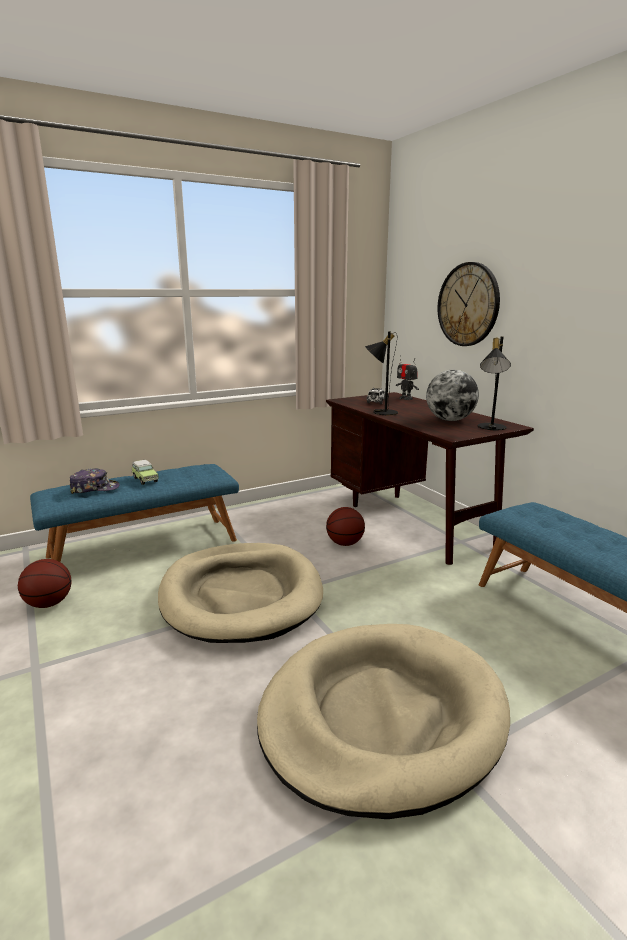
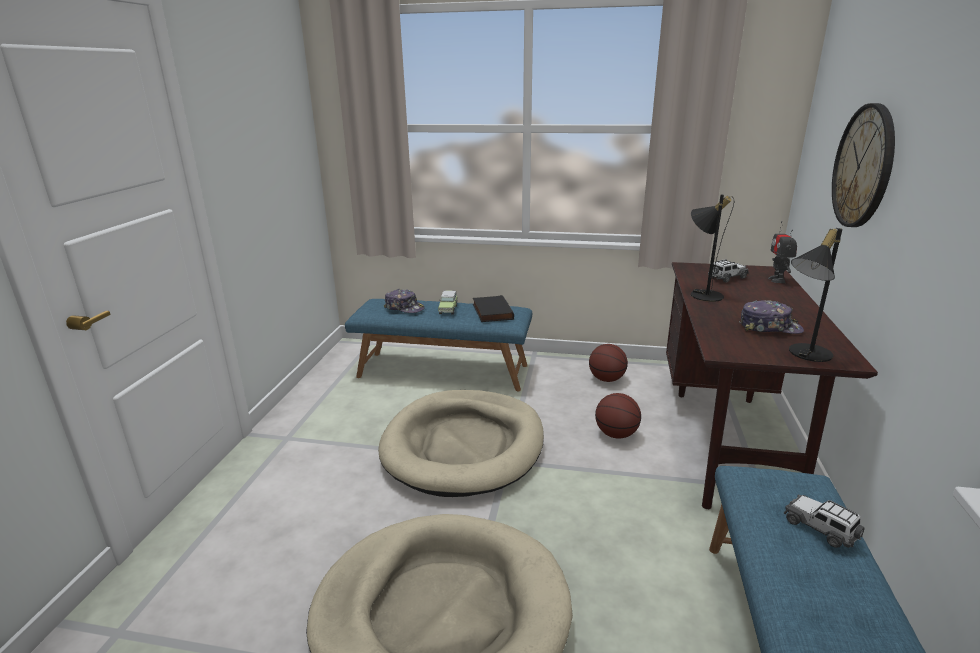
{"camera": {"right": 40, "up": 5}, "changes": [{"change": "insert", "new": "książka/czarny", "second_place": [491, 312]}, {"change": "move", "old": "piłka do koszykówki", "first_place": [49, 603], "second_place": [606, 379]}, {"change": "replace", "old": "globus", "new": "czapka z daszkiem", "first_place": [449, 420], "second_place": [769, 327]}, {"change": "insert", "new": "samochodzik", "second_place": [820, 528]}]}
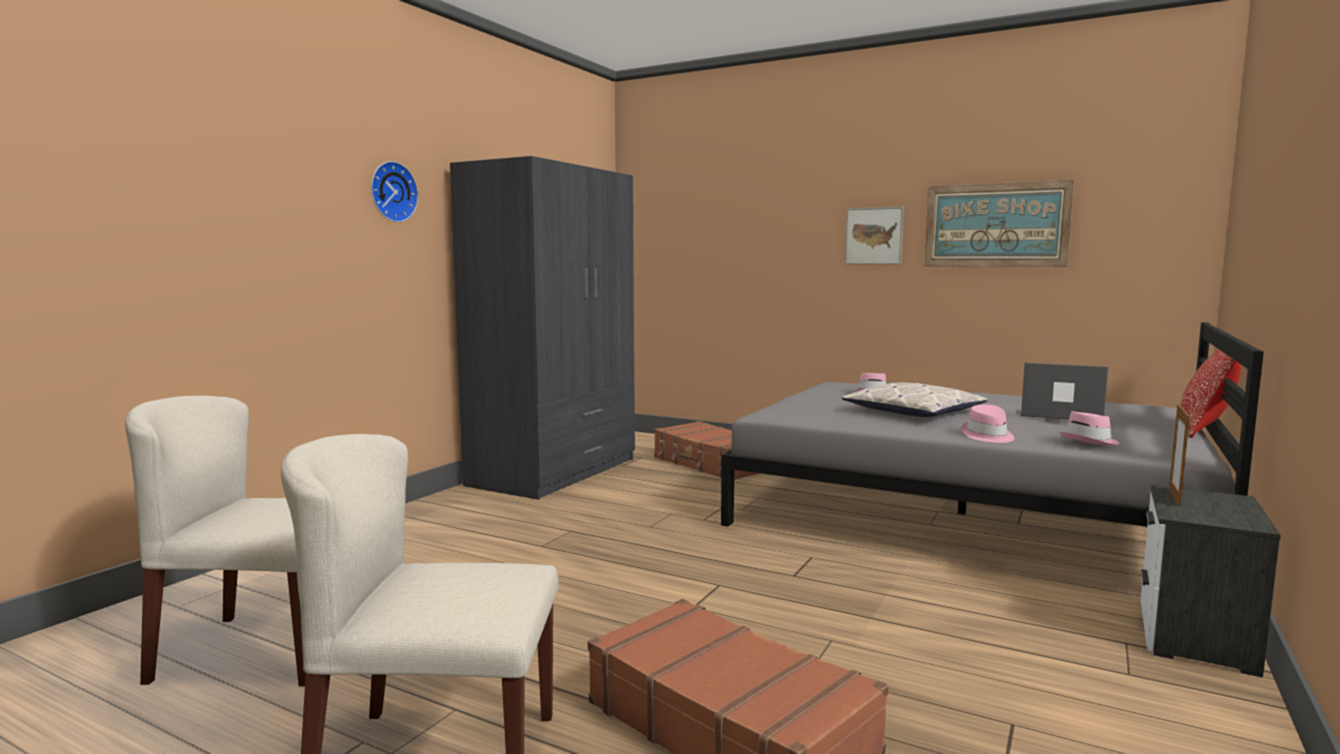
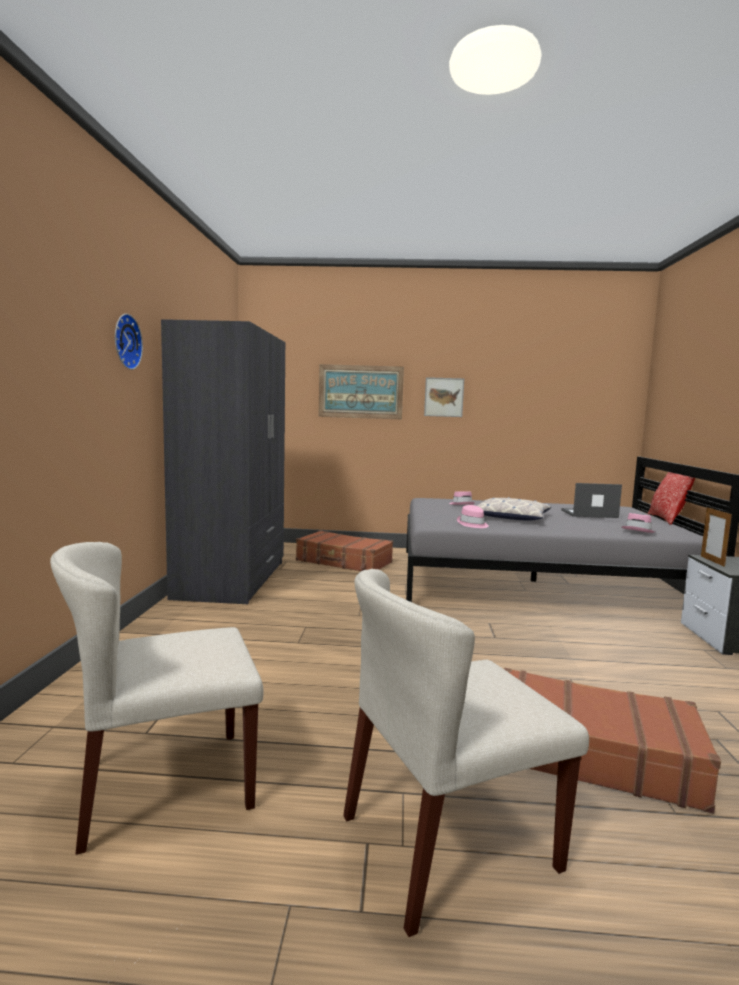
{"camera": {"right": -25, "up": 0}, "changes": [{"change": "move", "old": "obraz", "first_place": [995, 225], "second_place": [360, 392]}, {"change": "move", "old": "kapelusz/różowy", "first_place": [987, 436], "second_place": [472, 524]}]}
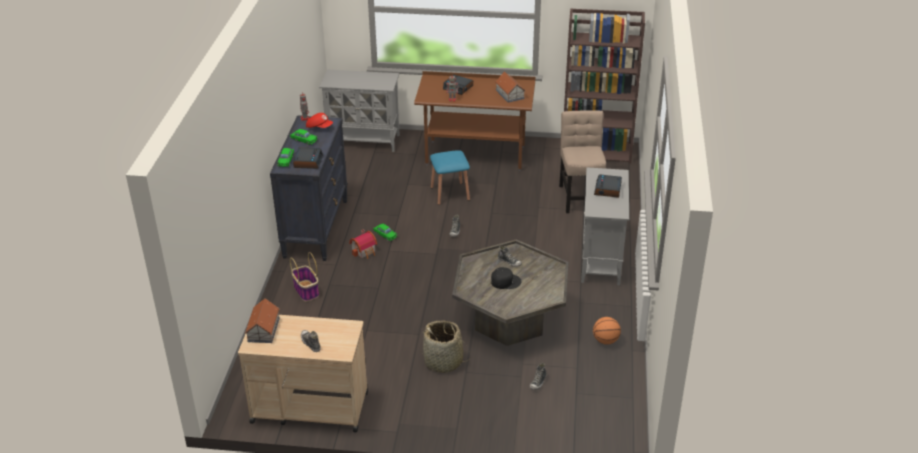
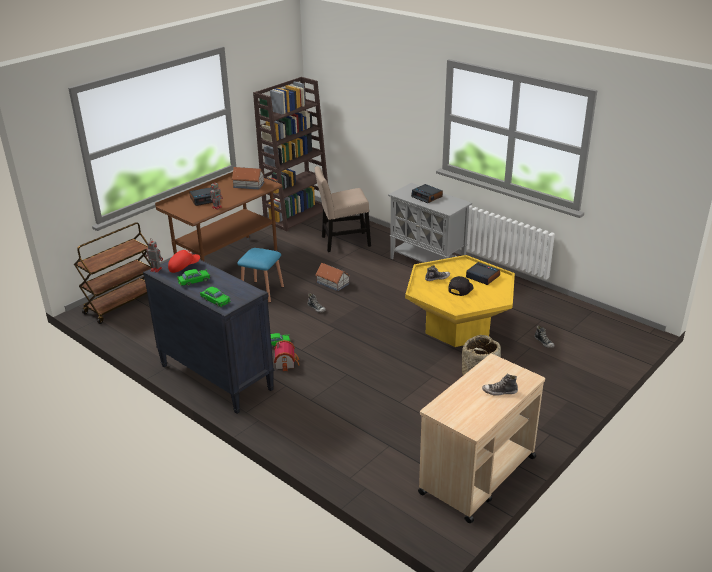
{"camera": {"right": -55, "up": -5}, "changes": [{"change": "replace", "old": "szafka/szary", "new": "wózek/brązowy", "first_place": [364, 141], "second_place": [122, 304]}, {"change": "rotate", "old": "krzesło/beżowy", "first_place": [580, 196], "second_place": [343, 242], "degrees": -45}, {"change": "move", "old": "domek", "first_place": [264, 329], "second_place": [332, 282]}, {"change": "recolor", "old": "ława/szary", "new": "ława/żółty", "first_place": [509, 320], "second_place": [458, 327]}, {"change": "move", "old": "budzik", "first_place": [308, 161], "second_place": [482, 277]}, {"change": "delete", "old": "koszyk", "first_place": [306, 291]}, {"change": "delete", "old": "piłka do koszykówki", "first_place": [605, 341]}]}
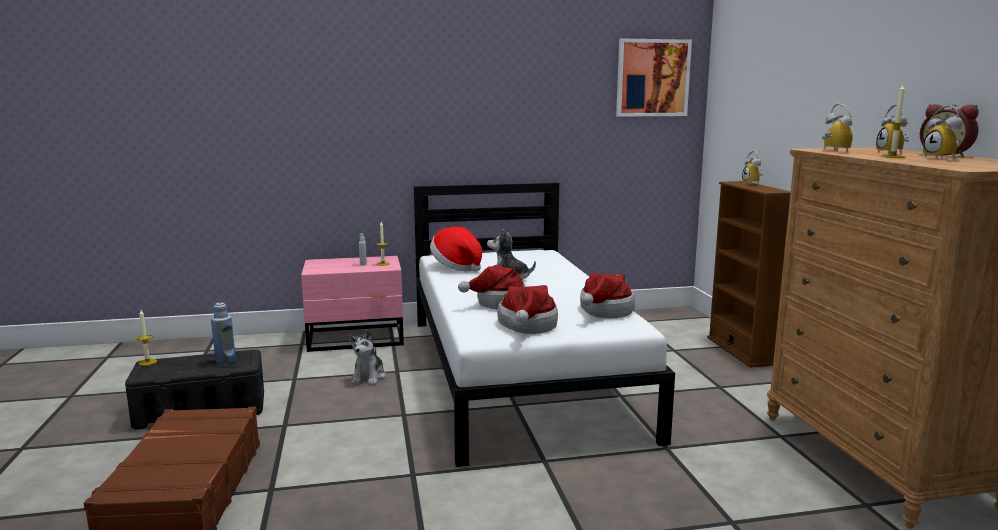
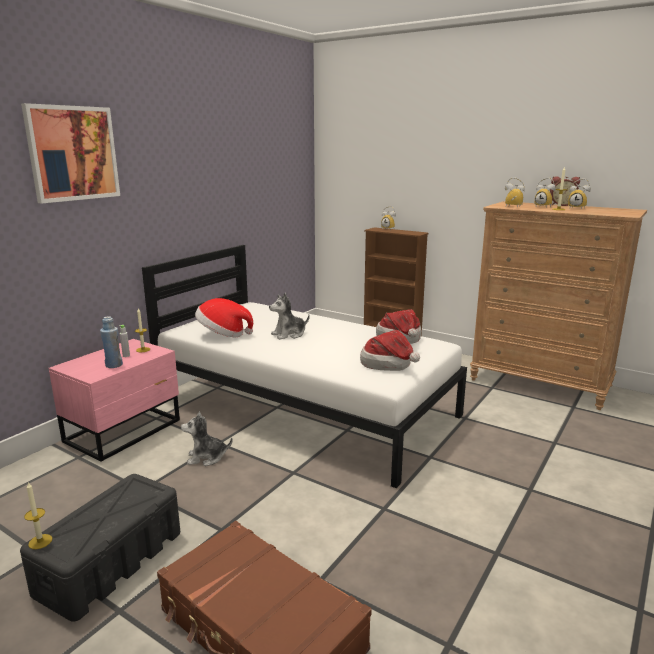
{"camera": {"right": -45, "up": 5}, "changes": [{"change": "move", "old": "obraz", "first_place": [652, 78], "second_place": [73, 153]}, {"change": "move", "old": "butelka/niebieski", "first_place": [225, 360], "second_place": [114, 365]}, {"change": "rotate", "old": "pluszak", "first_place": [369, 377], "second_place": [206, 457], "degrees": 120}, {"change": "delete", "old": "kapelusz", "first_place": [498, 302]}]}
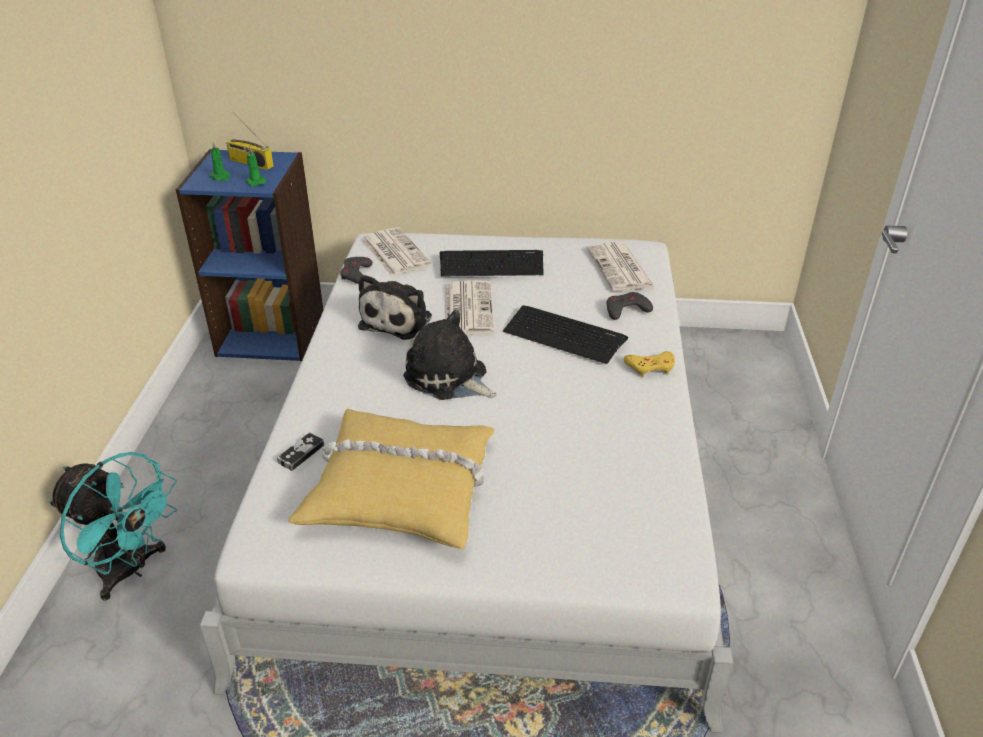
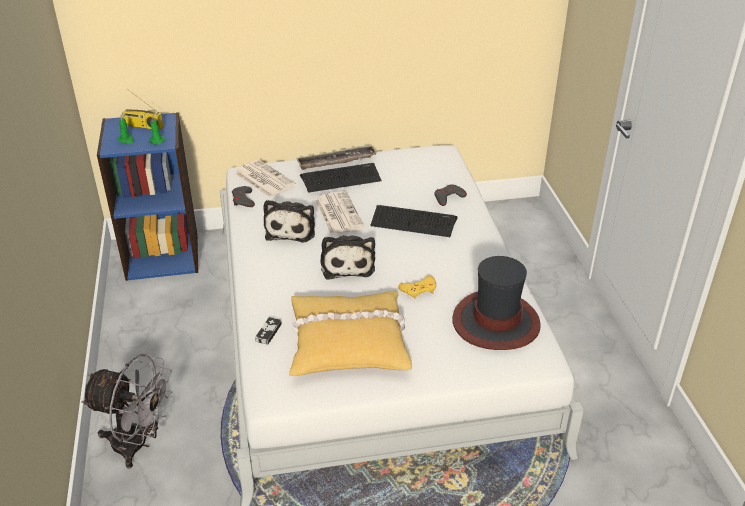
{"camera": {"right": -15, "up": 0}, "changes": [{"change": "recolor", "old": "wentylator/turkusowy", "new": "wentylator/szary", "first_place": [130, 570], "second_place": [138, 444]}, {"change": "insert", "new": "taca", "second_place": [336, 161]}, {"change": "rotate", "old": "pluszak", "first_place": [449, 378], "second_place": [347, 264], "degrees": -120}, {"change": "move", "old": "pad do gier/żółty", "first_place": [650, 367], "second_place": [419, 290]}, {"change": "insert", "new": "kapelusz", "second_place": [495, 322]}, {"change": "delete", "old": "gazeta", "first_place": [620, 268]}]}
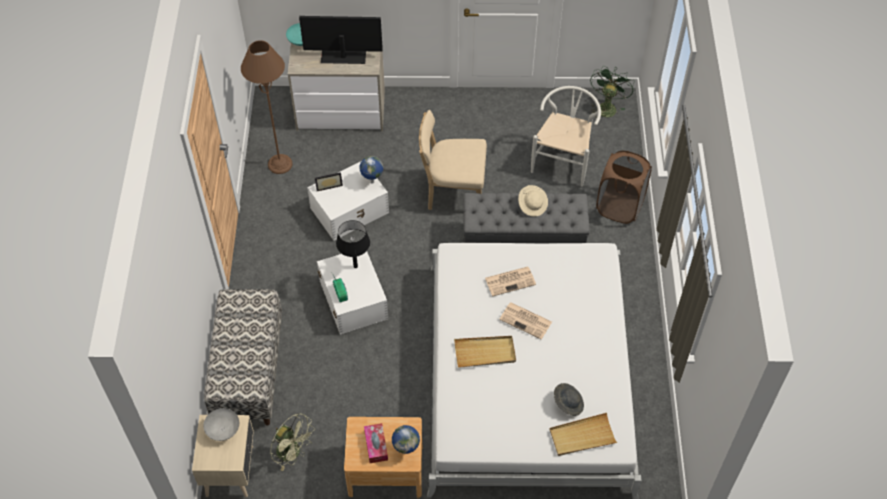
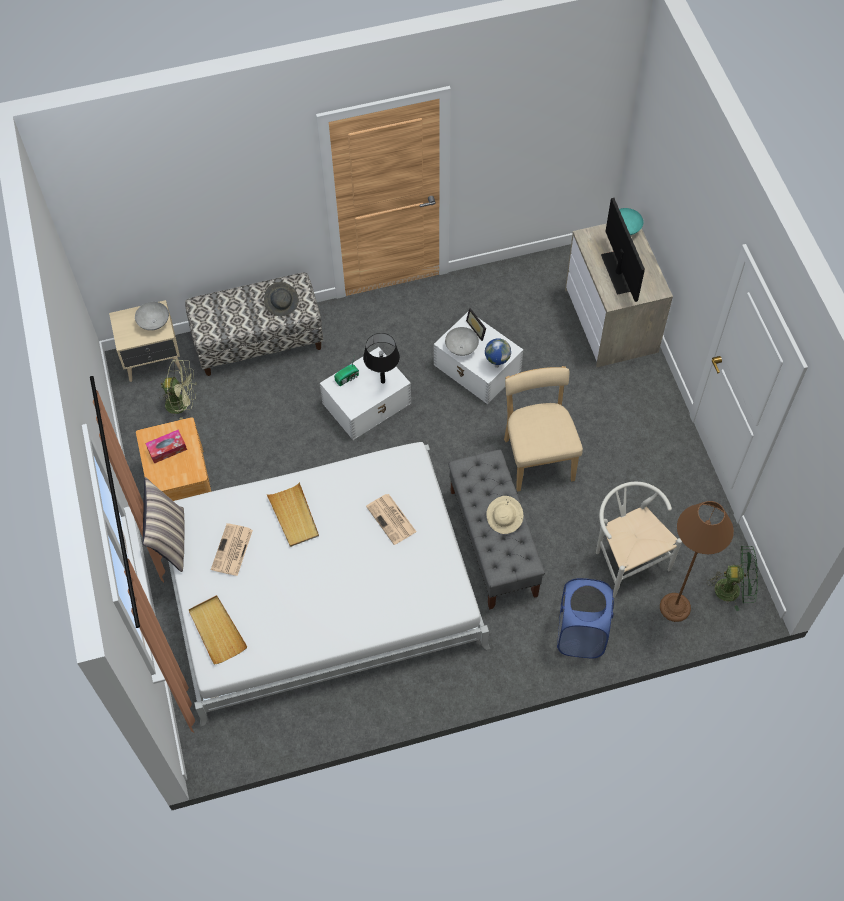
{"camera": {"right": 75, "up": 5}, "changes": [{"change": "insert", "new": "poduszka", "second_place": [170, 540]}, {"change": "rotate", "old": "wentylator/zielony", "first_place": [293, 453], "second_place": [182, 403], "degrees": -105}, {"change": "move", "old": "gazeta", "first_place": [526, 321], "second_place": [232, 550]}, {"change": "move", "old": "kapelusz/szary", "first_place": [568, 403], "second_place": [282, 304]}, {"change": "insert", "new": "miska/szary", "second_place": [462, 348]}, {"change": "recolor", "old": "kosz na pranie/brązowy", "new": "kosz na pranie/niebieski", "first_place": [619, 207], "second_place": [580, 634]}, {"change": "rotate", "old": "krzesło/biały", "first_place": [563, 161], "second_place": [626, 559], "degrees": -120}, {"change": "move", "old": "lampa stojąca/brązowy", "first_place": [280, 164], "second_place": [675, 607]}, {"change": "delete", "old": "globus", "first_place": [406, 450]}]}
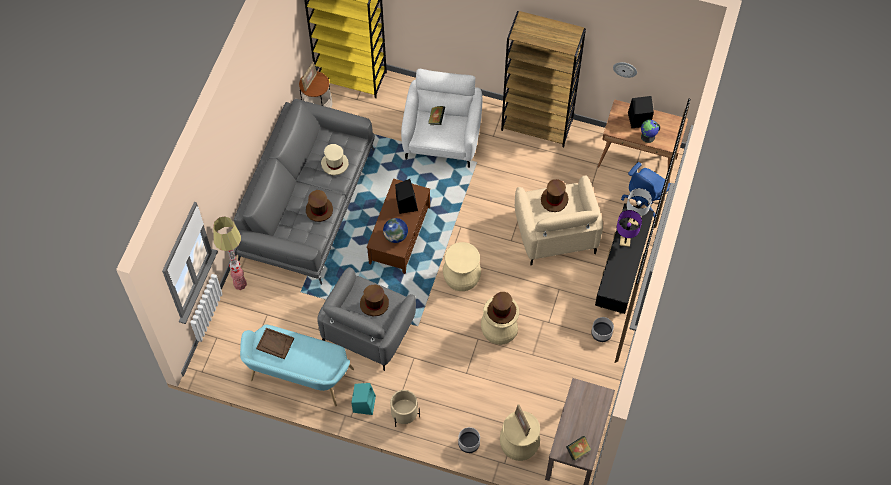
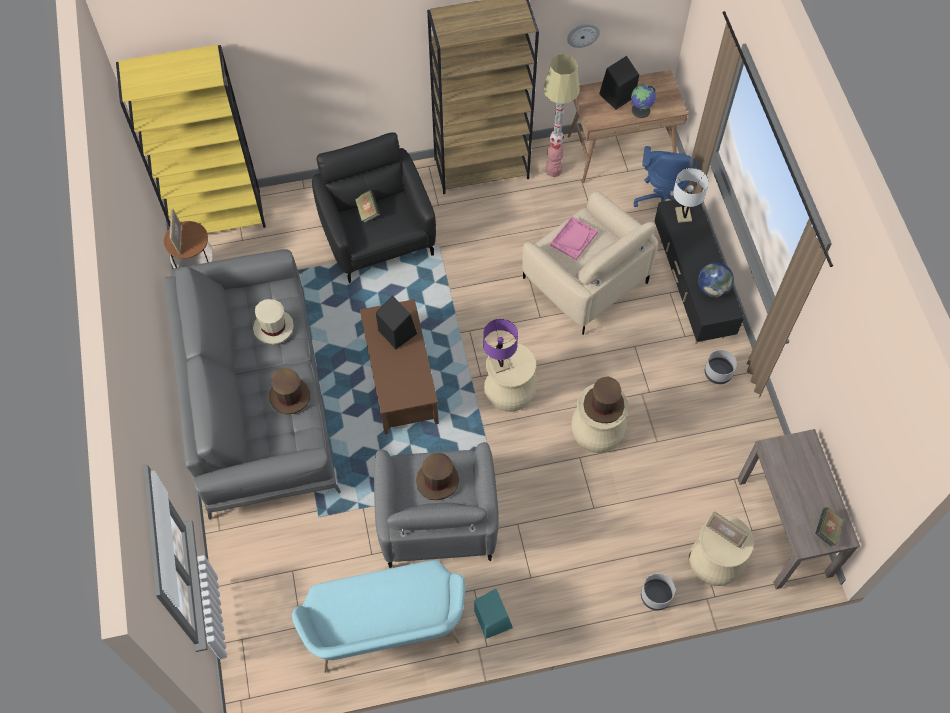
{"camera": {"right": -30, "up": 0}, "changes": [{"change": "recolor", "old": "fotel/biały", "new": "fotel/czarny", "first_place": [442, 138], "second_place": [378, 236]}, {"change": "move", "old": "lampa stołowa/fioletowy", "first_place": [625, 240], "second_place": [499, 363]}, {"change": "move", "old": "lampa stojąca", "first_place": [240, 284], "second_place": [553, 170]}, {"change": "replace", "old": "kapelusz/brązowy", "new": "taca/różowy", "first_place": [554, 199], "second_place": [573, 239]}, {"change": "move", "old": "globus", "first_place": [396, 236], "second_place": [713, 289]}, {"change": "delete", "old": "taca/brązowy", "first_place": [275, 344]}, {"change": "delete", "old": "donica/beżowy", "first_place": [404, 415]}]}
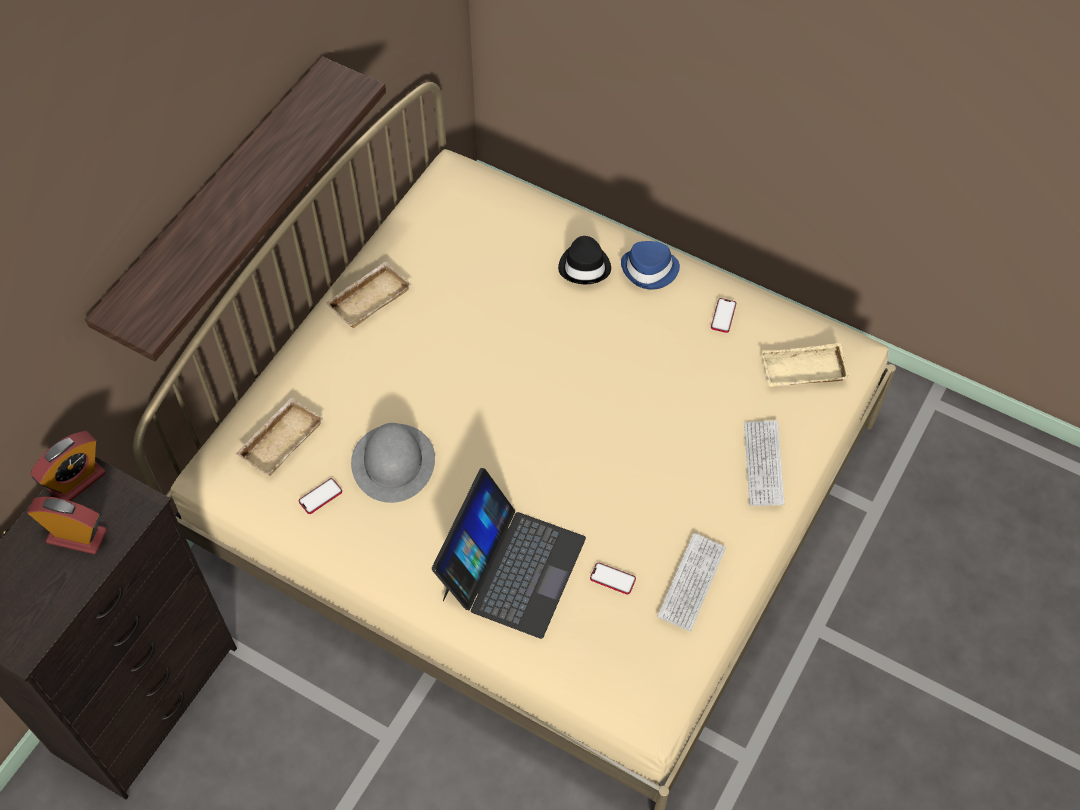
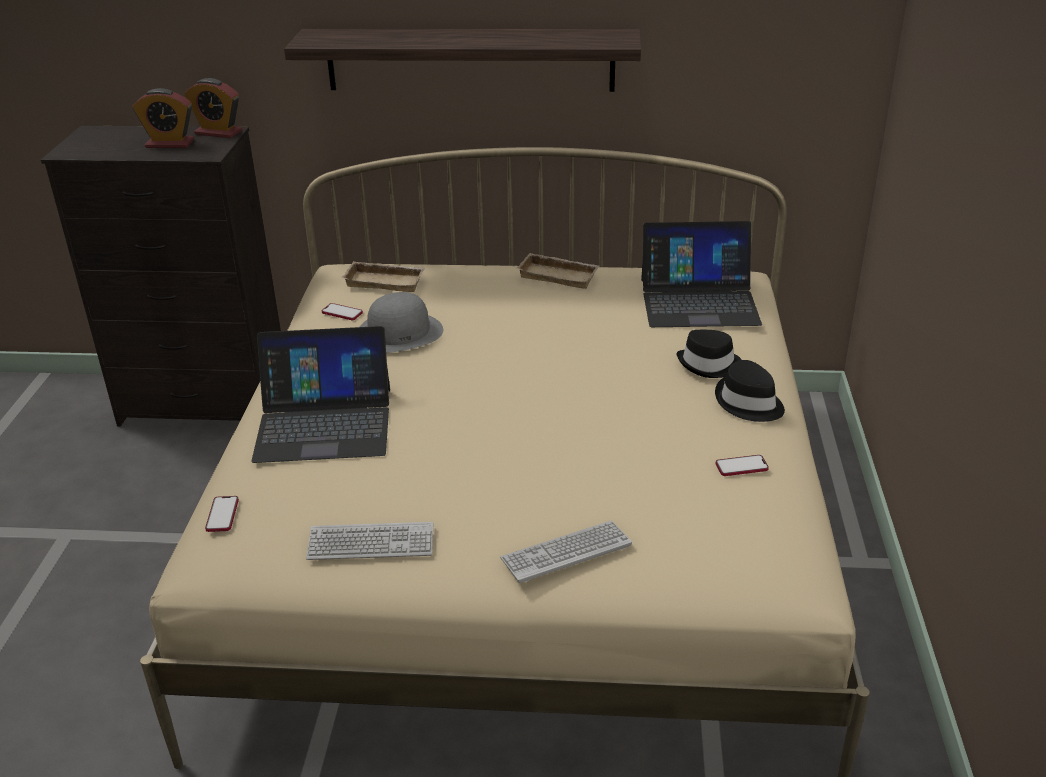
{"camera": {"right": 65, "up": -25}, "changes": [{"change": "rotate", "old": "budzik", "first_place": [77, 536], "second_place": [170, 144], "degrees": 105}, {"change": "move", "old": "telefon", "first_place": [612, 579], "second_place": [222, 515]}, {"change": "insert", "new": "laptop", "second_place": [699, 301]}, {"change": "recolor", "old": "kapelusz/niebieski", "new": "kapelusz/czarny", "first_place": [650, 270], "second_place": [748, 403]}, {"change": "delete", "old": "taca/beżowy", "first_place": [802, 372]}]}
